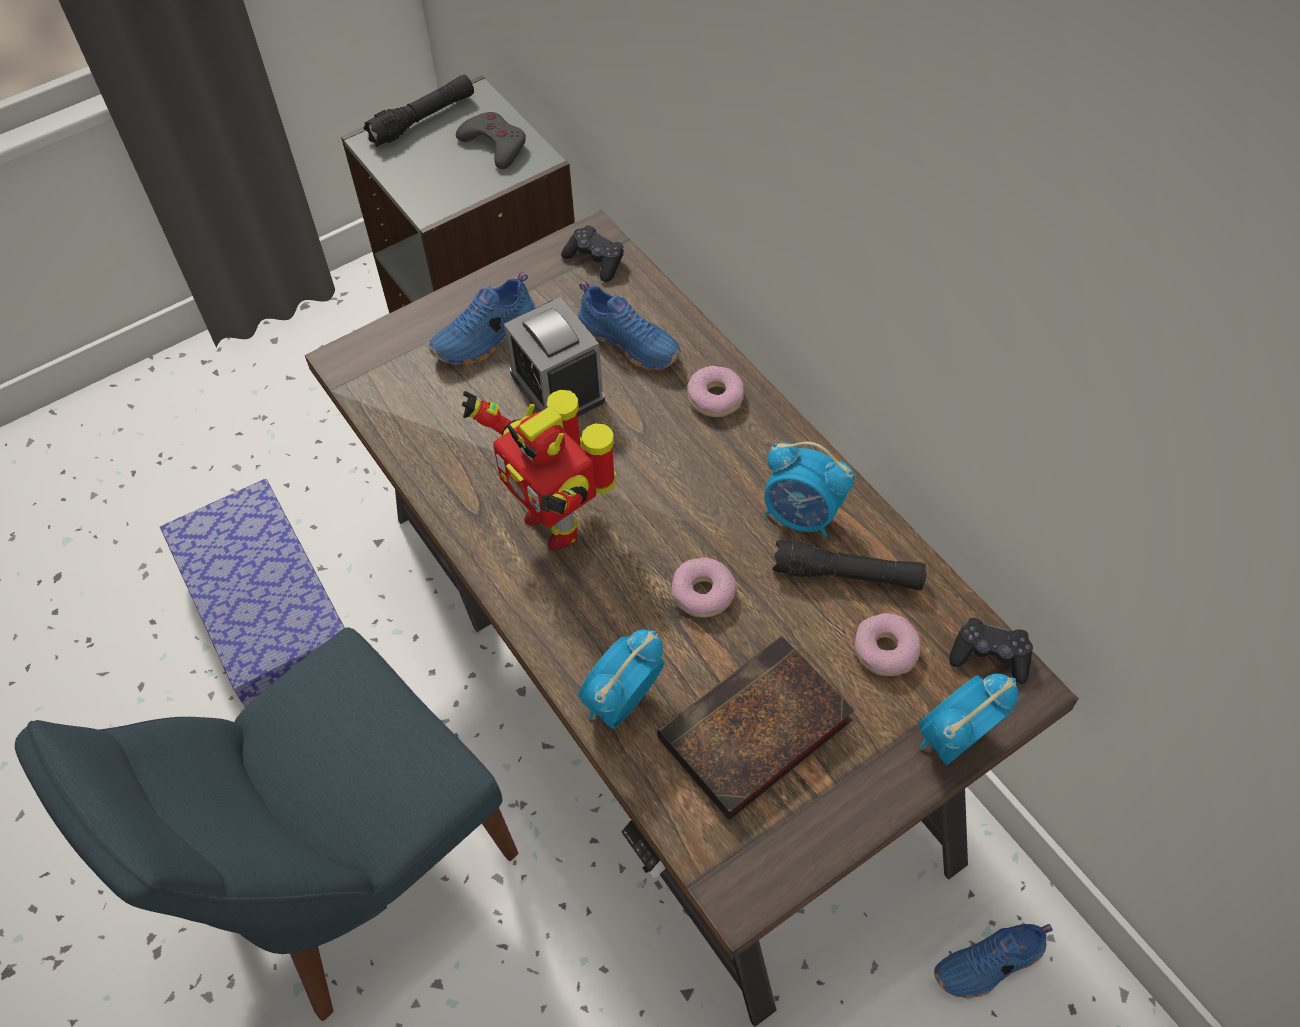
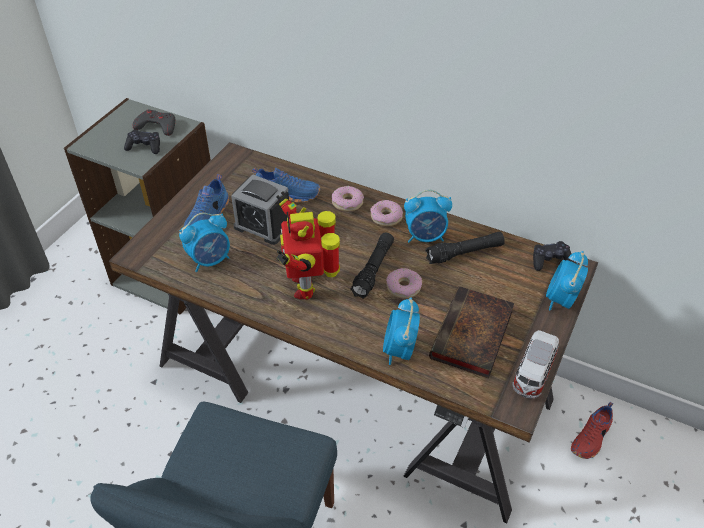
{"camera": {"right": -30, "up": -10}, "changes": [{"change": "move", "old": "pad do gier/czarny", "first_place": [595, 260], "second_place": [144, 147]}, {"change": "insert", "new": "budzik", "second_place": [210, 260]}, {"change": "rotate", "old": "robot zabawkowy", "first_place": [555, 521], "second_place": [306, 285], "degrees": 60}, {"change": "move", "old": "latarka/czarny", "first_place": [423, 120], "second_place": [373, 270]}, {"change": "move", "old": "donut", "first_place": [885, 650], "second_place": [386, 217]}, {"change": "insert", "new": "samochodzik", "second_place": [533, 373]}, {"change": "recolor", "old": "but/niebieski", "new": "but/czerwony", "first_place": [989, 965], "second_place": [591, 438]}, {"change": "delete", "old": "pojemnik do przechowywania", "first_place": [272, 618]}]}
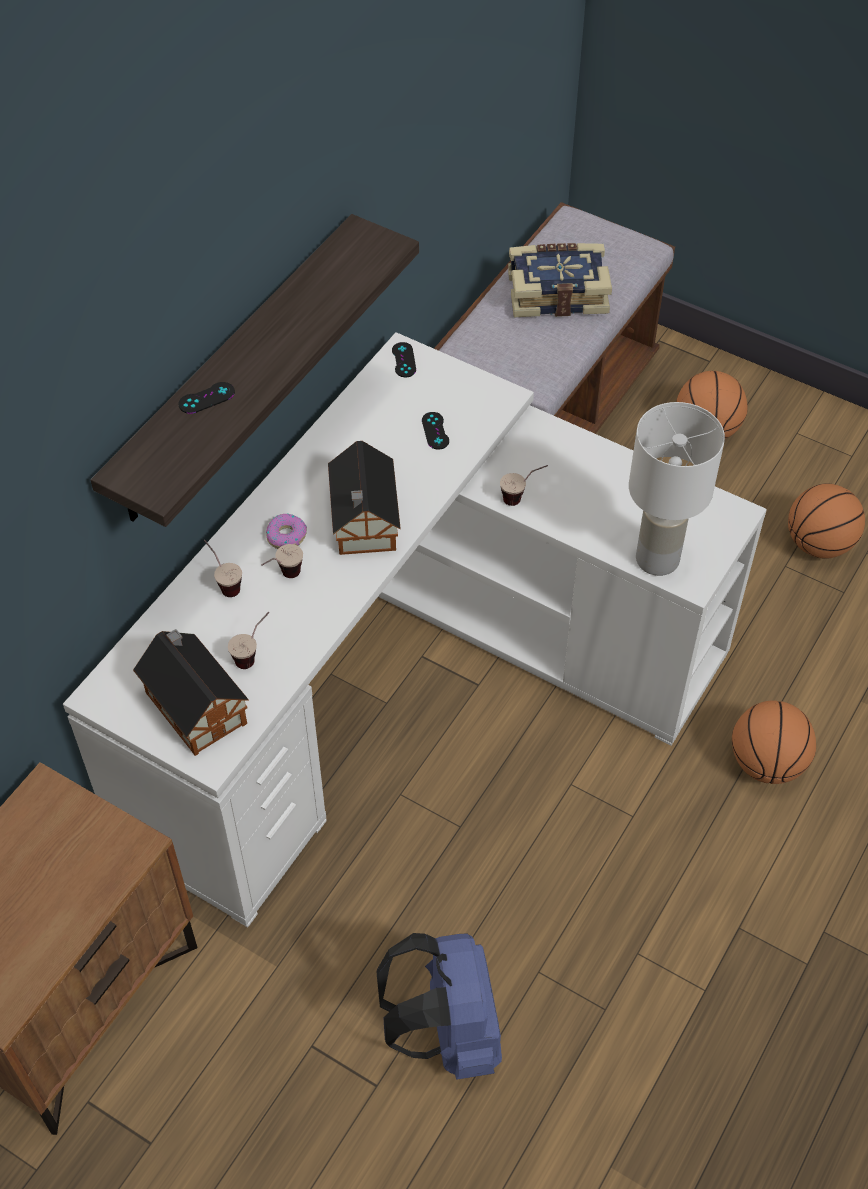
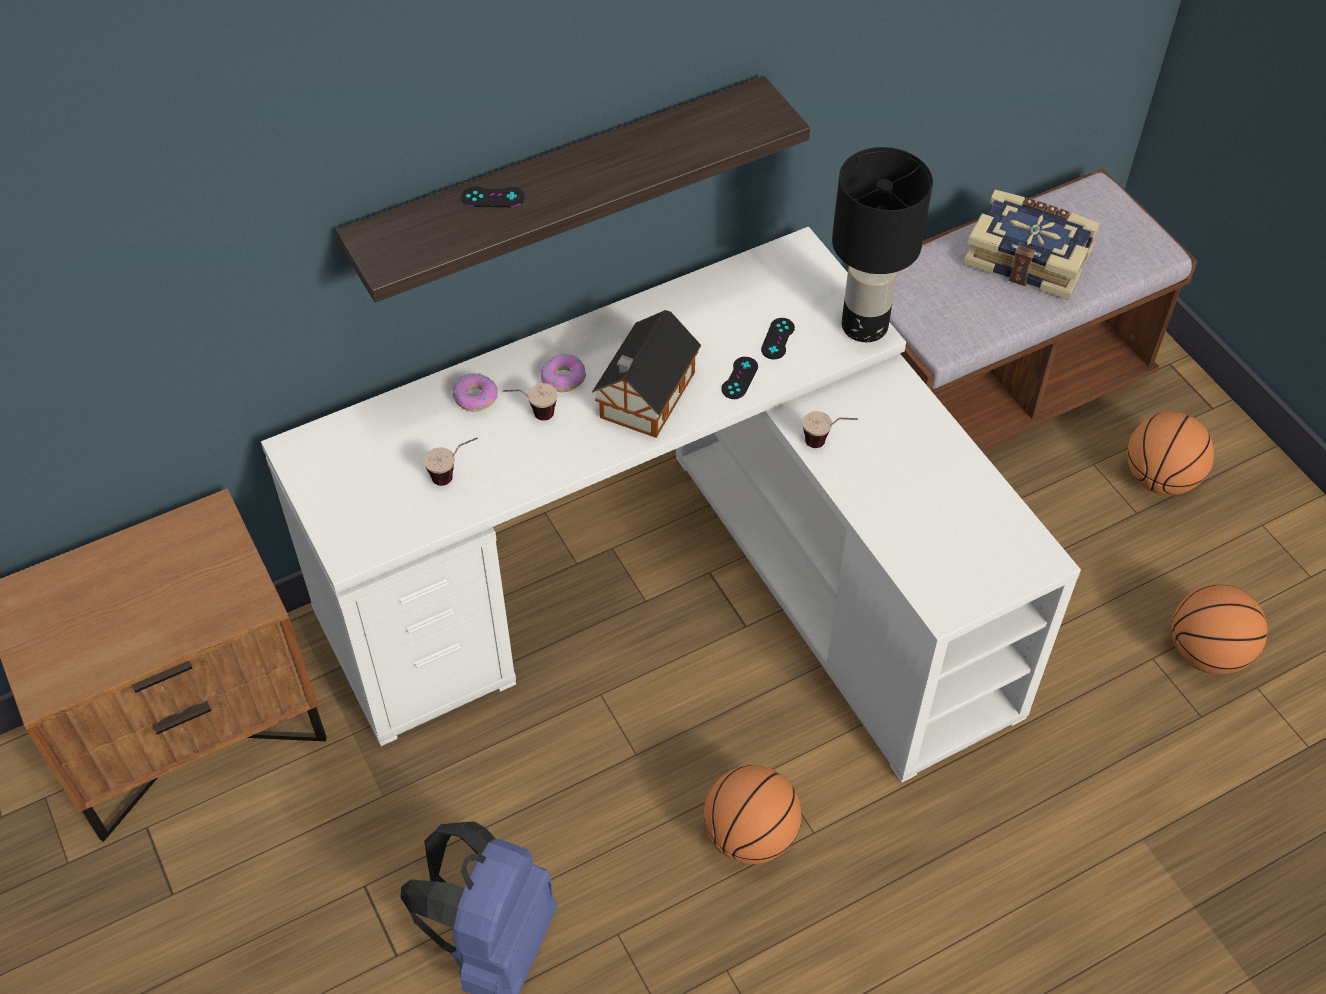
{"camera": {"right": 30, "up": 0}, "changes": [{"change": "replace", "old": "filiżanka", "new": "donut", "first_place": [224, 583], "second_place": [475, 397]}, {"change": "move", "old": "piłka do koszykówki", "first_place": [766, 763], "second_place": [750, 835]}, {"change": "move", "old": "pad do gier/czarny", "first_place": [404, 360], "second_place": [739, 378]}, {"change": "insert", "new": "lampa stołowa/czarny", "second_place": [866, 326]}, {"change": "delete", "old": "domek", "first_place": [194, 704]}, {"change": "delete", "old": "lampa stołowa/biały", "first_place": [658, 558]}]}
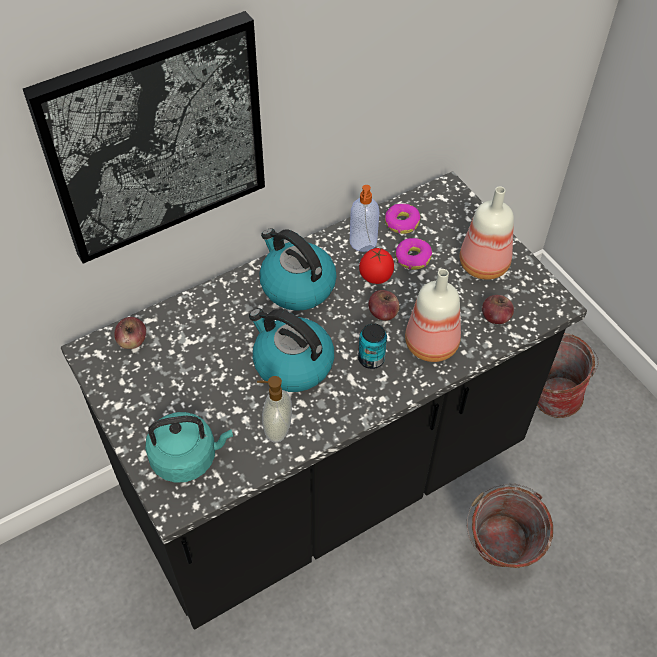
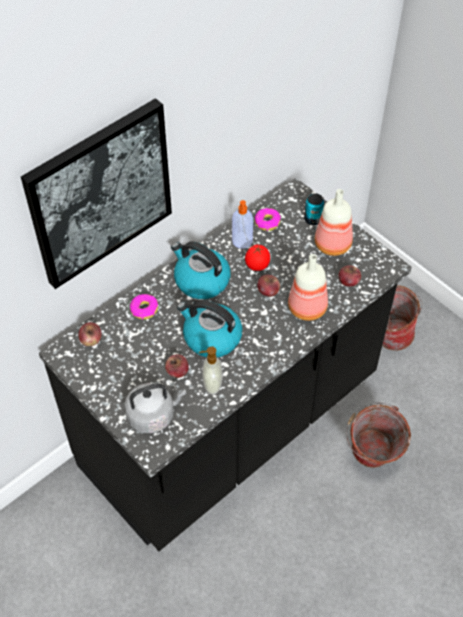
{"camera": {"right": -10, "up": 0}, "changes": [{"change": "recolor", "old": "czajnik/turkusowy", "new": "czajnik/szary", "first_place": [187, 457], "second_place": [153, 415]}, {"change": "move", "old": "donut", "first_place": [412, 258], "second_place": [144, 309]}, {"change": "insert", "new": "jabłko", "second_place": [177, 371]}, {"change": "move", "old": "puszka", "first_place": [371, 359], "second_place": [313, 219]}]}
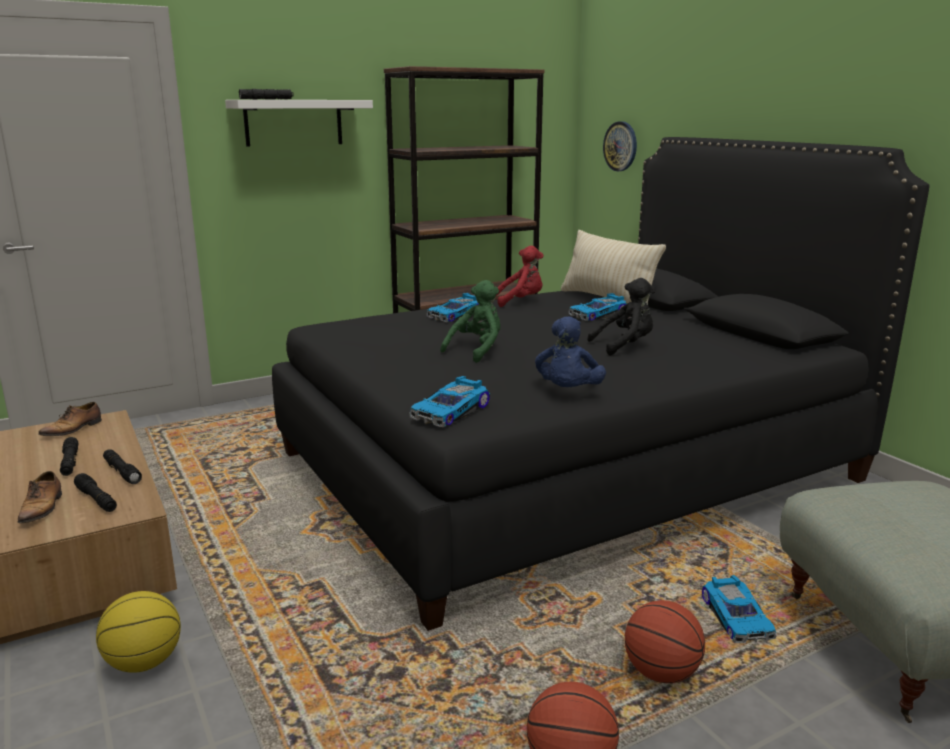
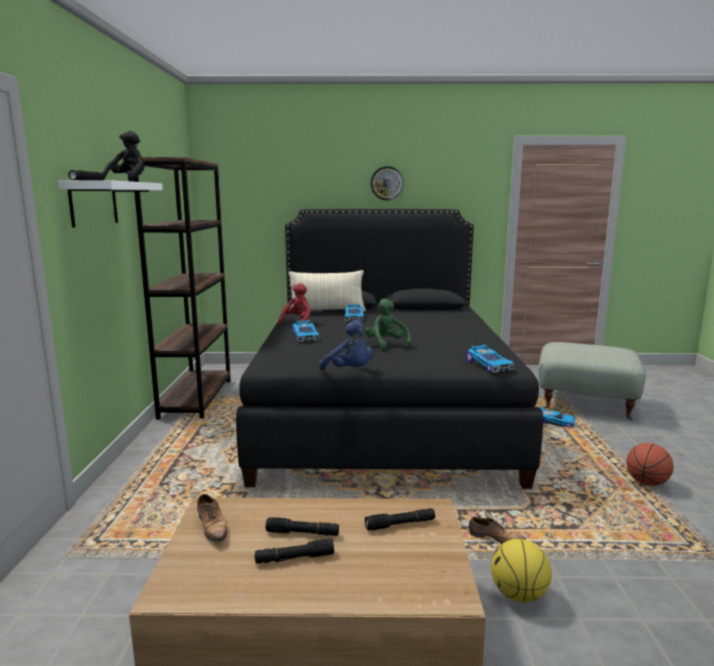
{"camera": {"right": -60, "up": -5}, "changes": [{"change": "move", "old": "pluszak/czarny", "first_place": [625, 346], "second_place": [128, 182]}, {"change": "move", "old": "latarka/czarny", "first_place": [122, 472], "second_place": [294, 558]}, {"change": "move", "old": "pluszak/niebieski", "first_place": [568, 392], "second_place": [350, 371]}, {"change": "move", "old": "zegar ścienny", "first_place": [620, 146], "second_place": [387, 183]}, {"change": "move", "old": "but", "first_place": [42, 508], "second_place": [495, 538]}, {"change": "delete", "old": "piłka do koszykówki", "first_place": [661, 673]}]}
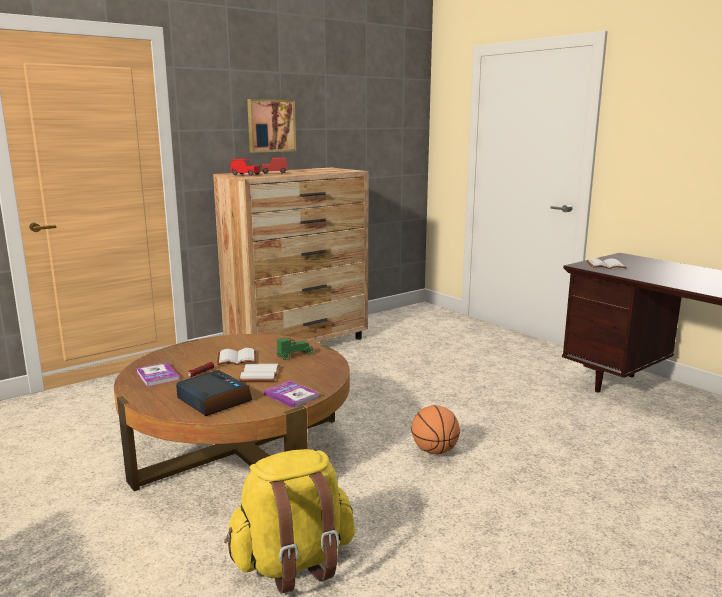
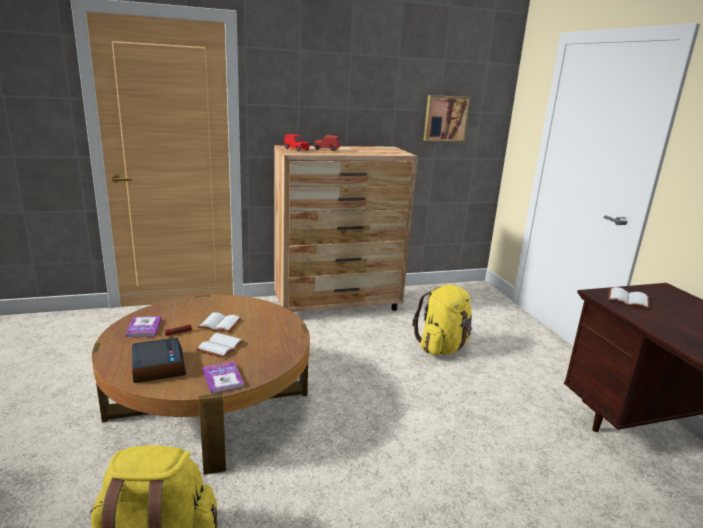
{"camera": {"right": 20, "up": 5}, "changes": [{"change": "insert", "new": "plecak/żółty", "second_place": [442, 347]}, {"change": "move", "old": "obraz", "first_place": [270, 125], "second_place": [445, 118]}, {"change": "delete", "old": "samochodzik/zielony", "first_place": [295, 355]}, {"change": "delete", "old": "piłka do koszykówki", "first_place": [434, 451]}]}
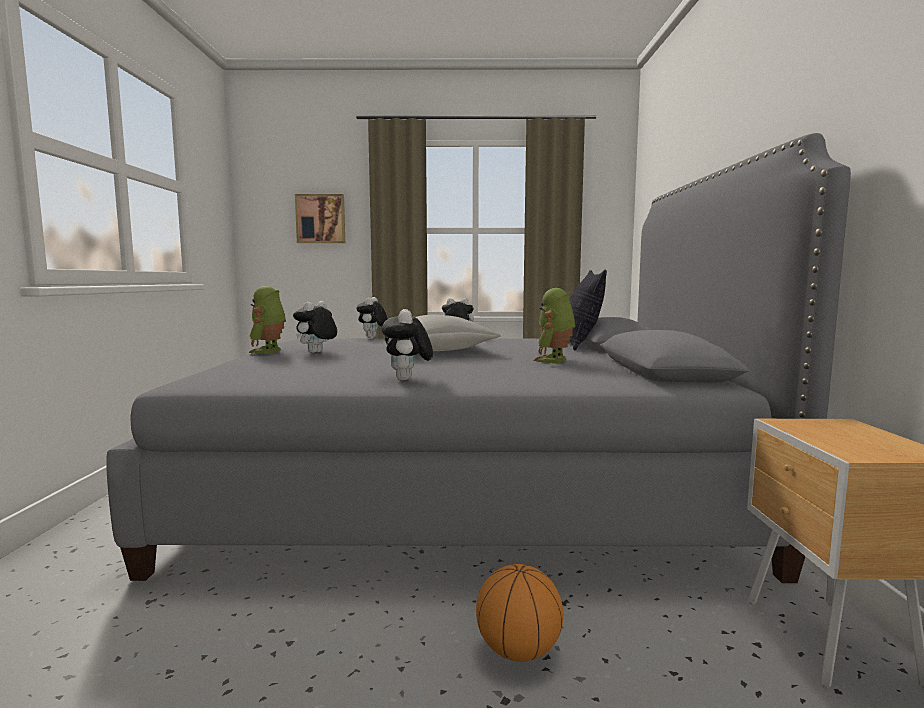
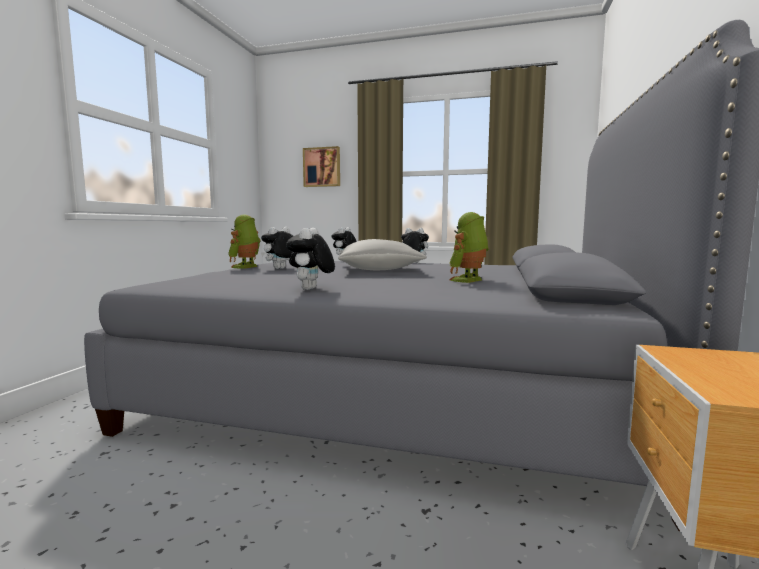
{"camera": {"right": 15, "up": 0}, "changes": [{"change": "delete", "old": "piłka do koszykówki", "first_place": [518, 650]}, {"change": "delete", "old": "poduszka", "first_place": [580, 346]}]}
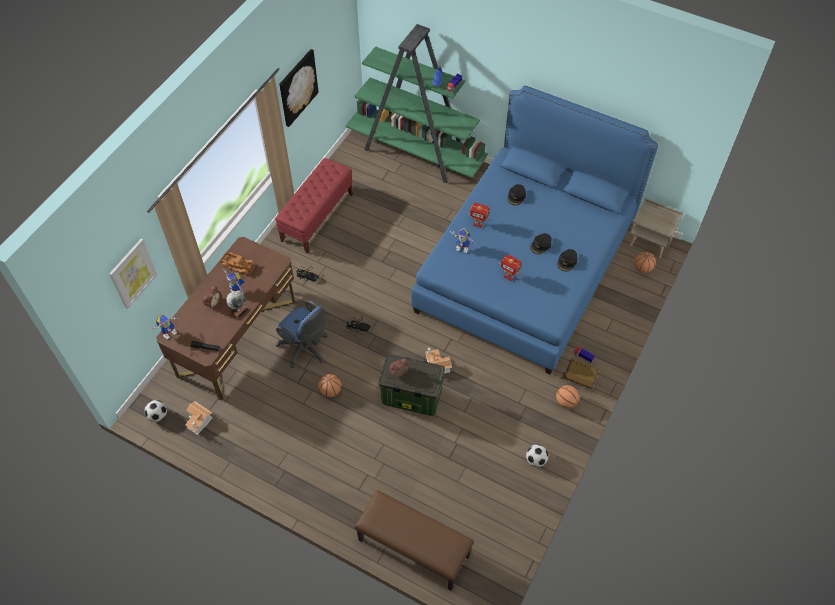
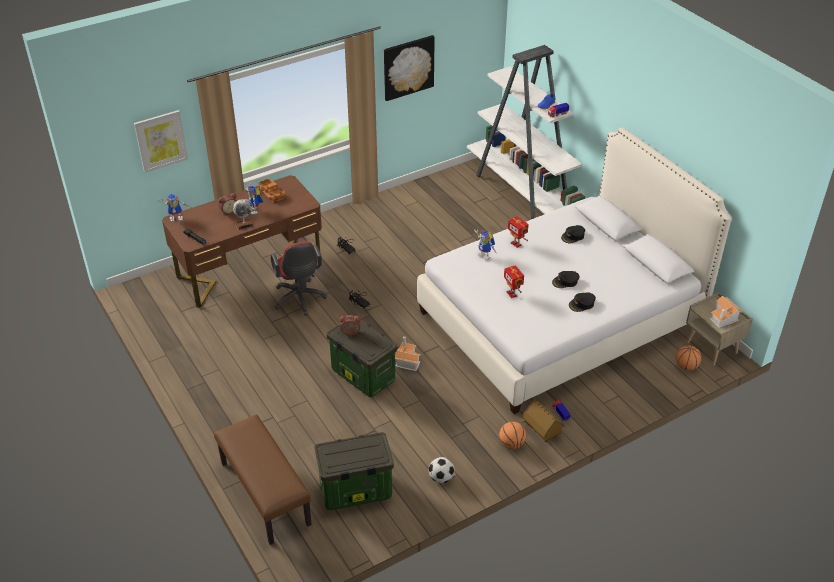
{"camera": {"right": 30, "up": -15}, "changes": [{"change": "recolor", "old": "krzesło biurowe/niebieski", "new": "krzesło biurowe/czerwony", "first_place": [305, 349], "second_place": [299, 300]}, {"change": "insert", "new": "pojemnik do przechowywania", "second_place": [355, 491]}, {"change": "recolor", "old": "łóżko/niebieski", "new": "łóżko/biały", "first_place": [525, 266], "second_place": [560, 318]}, {"change": "recolor", "old": "regał/zielony", "new": "regał/biały", "first_place": [416, 153], "second_place": [523, 194]}, {"change": "move", "old": "domek", "first_place": [199, 421], "second_place": [724, 318]}, {"change": "delete", "old": "piłka futbolowa", "first_place": [158, 415]}, {"change": "delete", "old": "ławka/czerwony", "first_place": [317, 217]}, {"change": "delete", "old": "piłka do koszykówki", "first_place": [330, 391]}]}
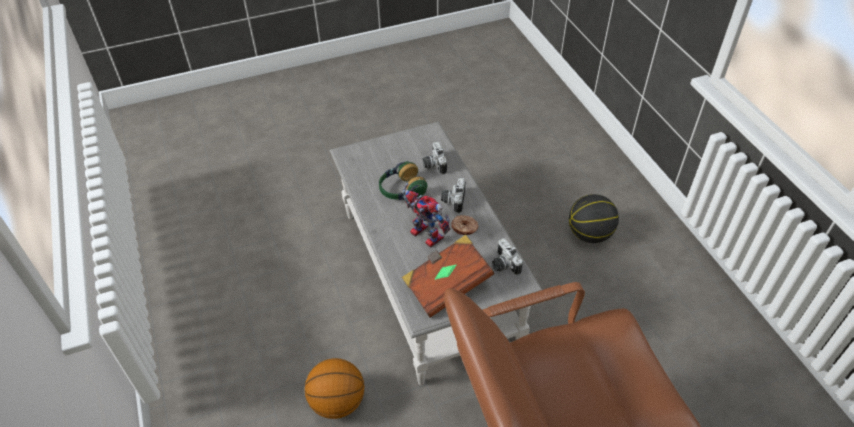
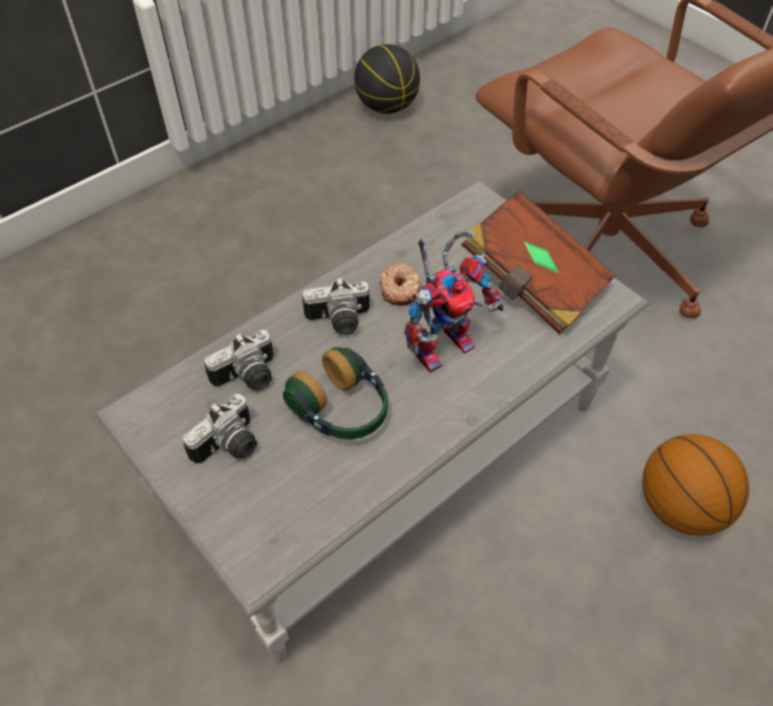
{"camera": {"right": -110, "up": 5}, "changes": [{"change": "move", "old": "aparat fotograficzny", "first_place": [503, 265], "second_place": [230, 447]}, {"change": "move", "old": "piłka do koszykówki", "first_place": [589, 234], "second_place": [387, 107]}, {"change": "rotate", "old": "robot zabawkowy", "first_place": [422, 235], "second_place": [444, 342], "degrees": -150}]}
